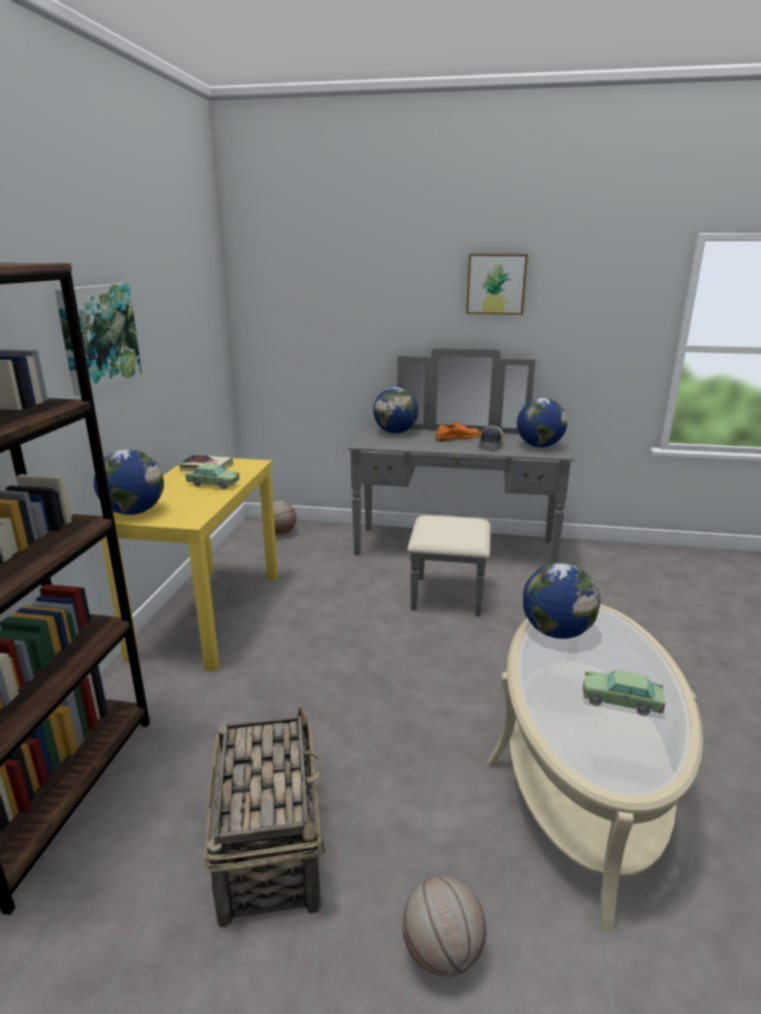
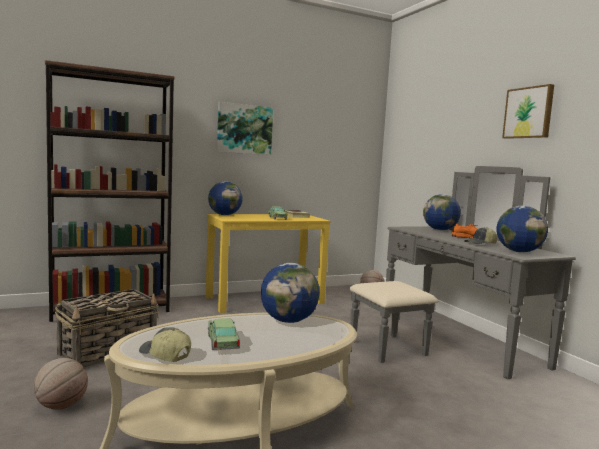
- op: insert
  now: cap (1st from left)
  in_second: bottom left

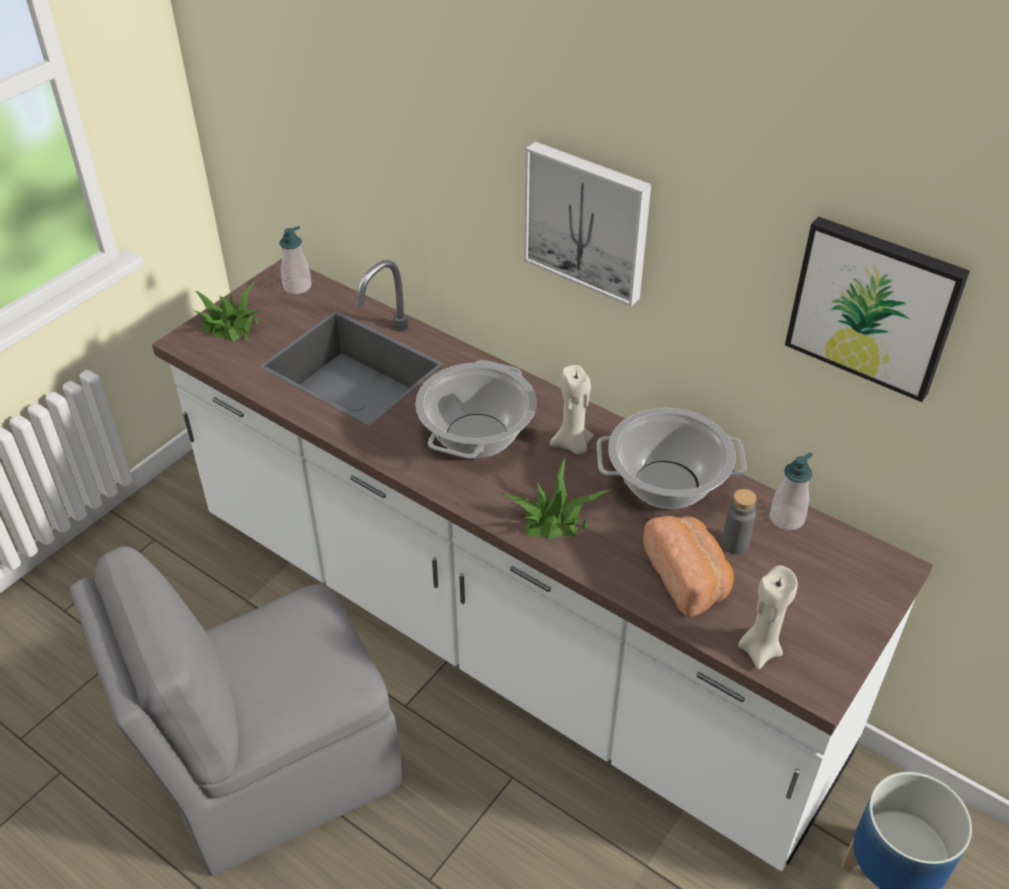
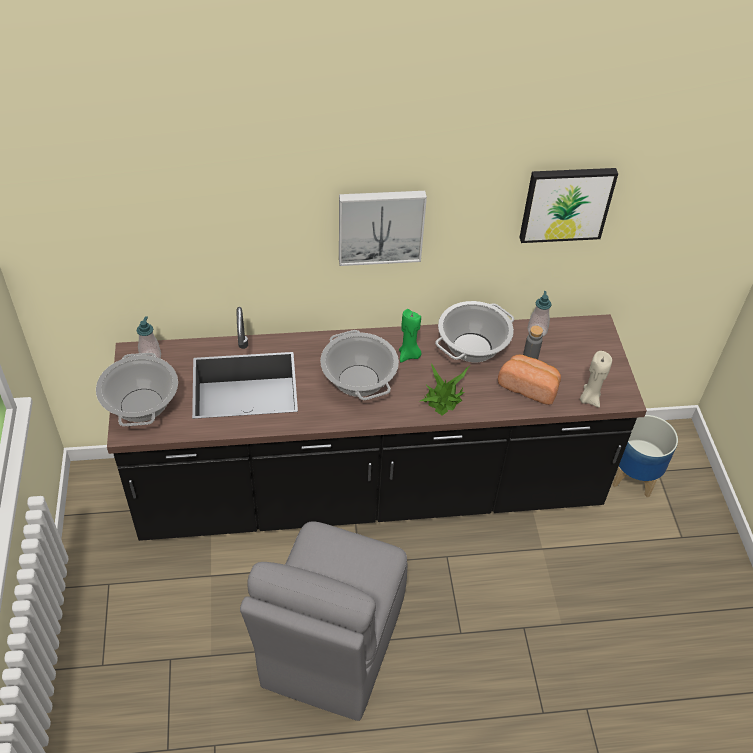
- op: replace
  was: potted plant (1st from left)
  now: cooking pot (1st from left)
  in_first: middle left
  in_second: middle left
- op: recolor
  was: counter in white
  now: counter in black
  in_first: centre
  in_second: centre
- op: recolor
  was: candle in beige (1st from left)
  now: candle in green
  in_first: centre
  in_second: centre

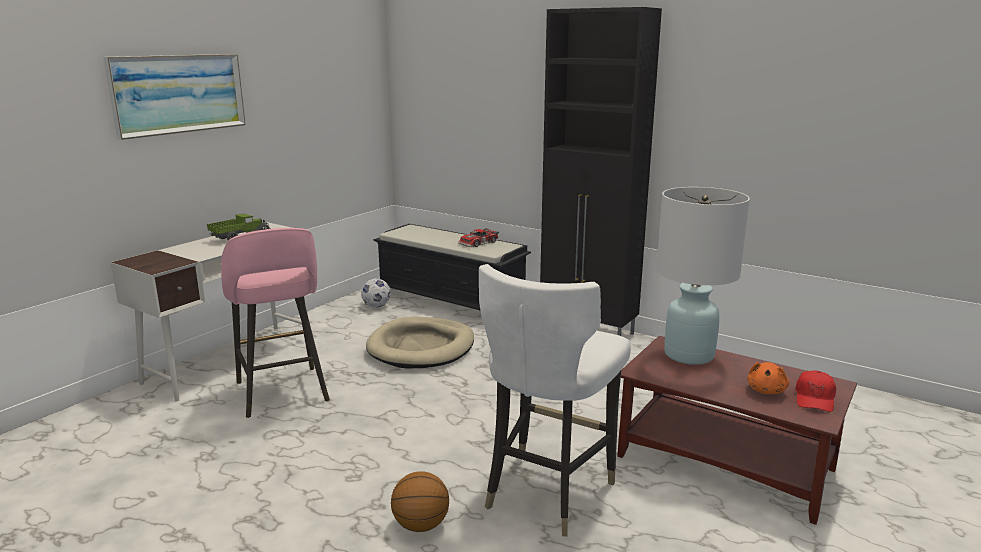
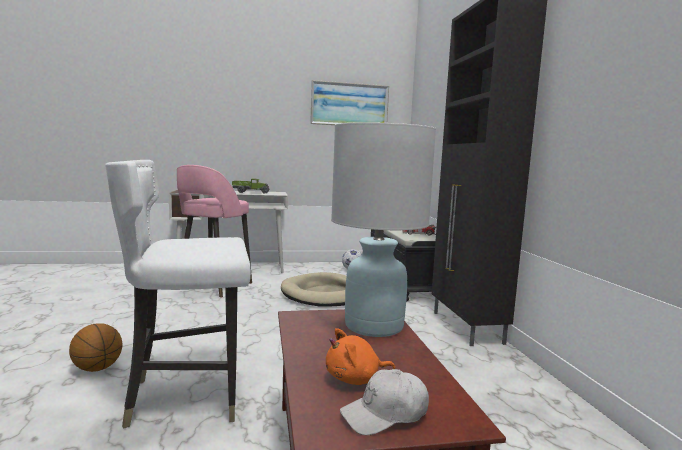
- op: move
  was: picture
  in_first: top left
  in_second: top centre
- op: recolor
  was: cap in red
  now: cap in white
  in_first: bottom right
  in_second: bottom centre

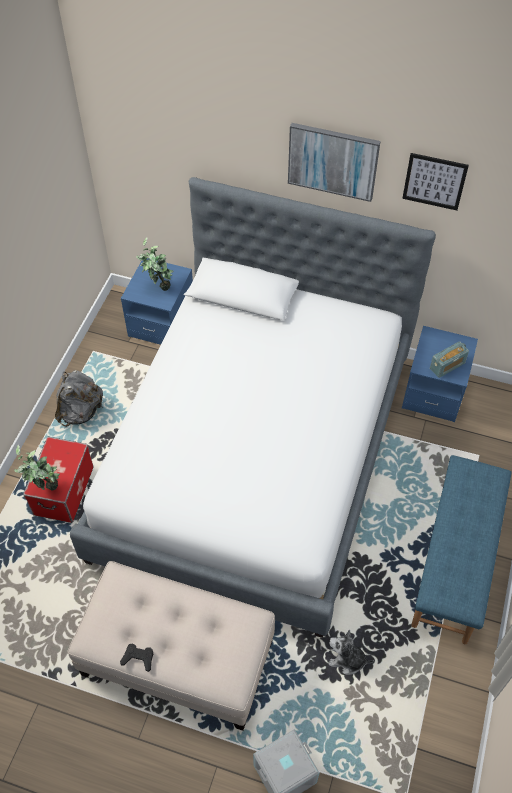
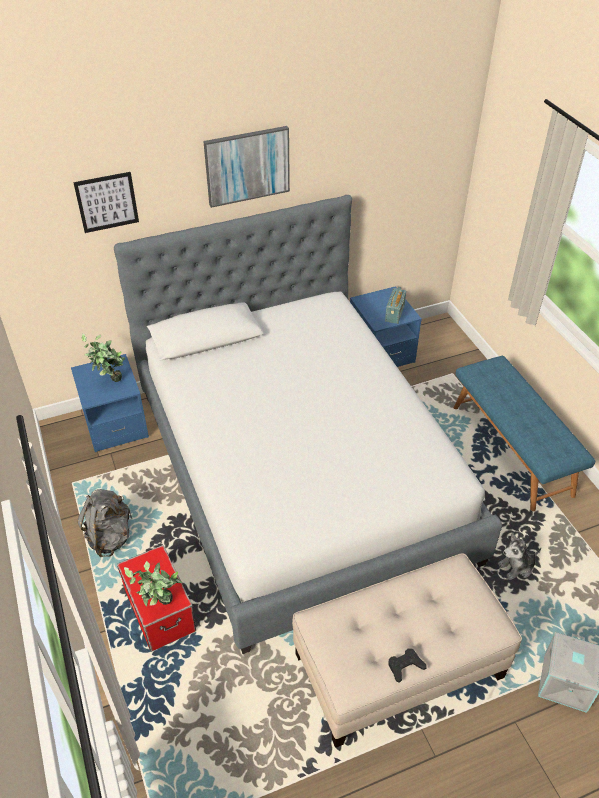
- op: move
  was: picture (2nd from left in the first image)
  now: picture (1st from left)
  in_first: top right
  in_second: top left

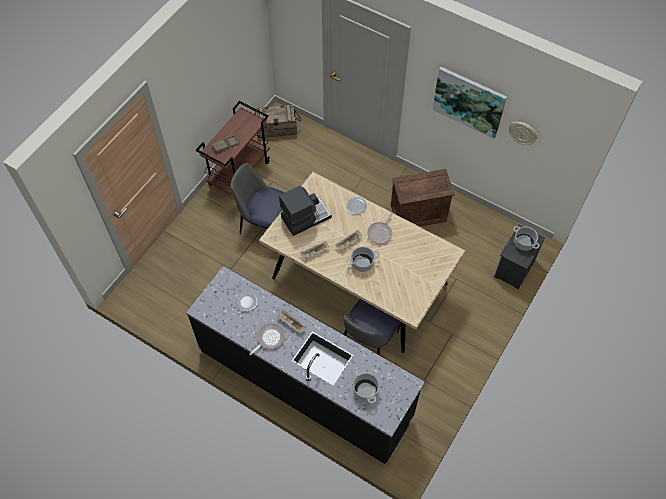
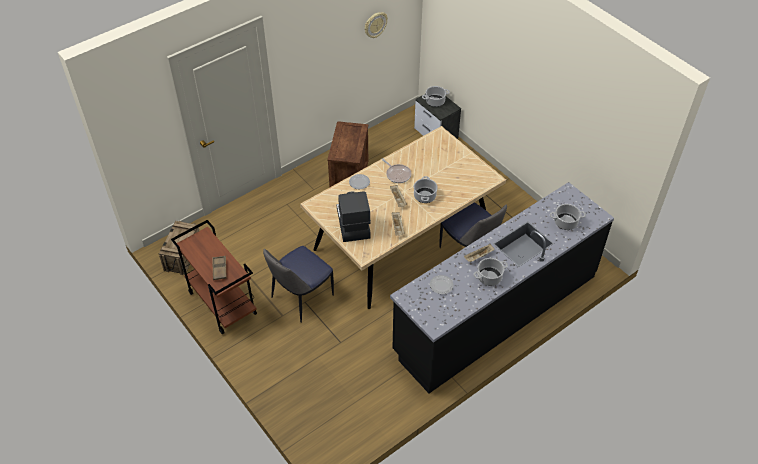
- op: delete
  was: picture
  in_first: top right
- op: replace
  was: frying pan (1st from left)
  now: cooking pot (3rd from left)
  in_first: bottom centre
  in_second: centre

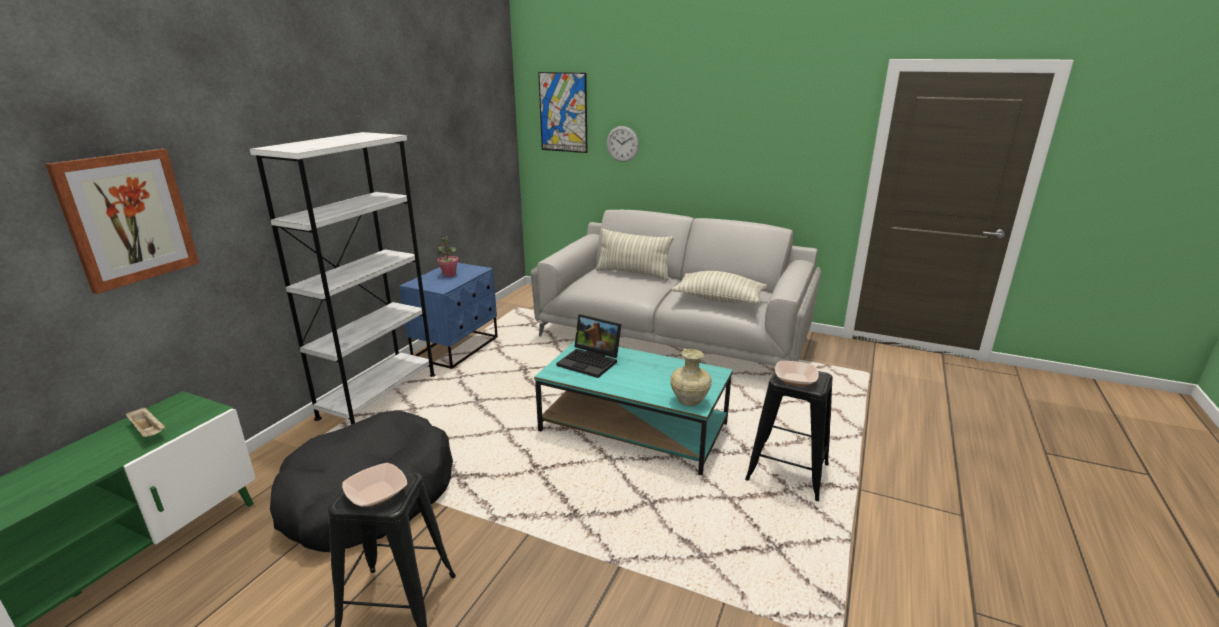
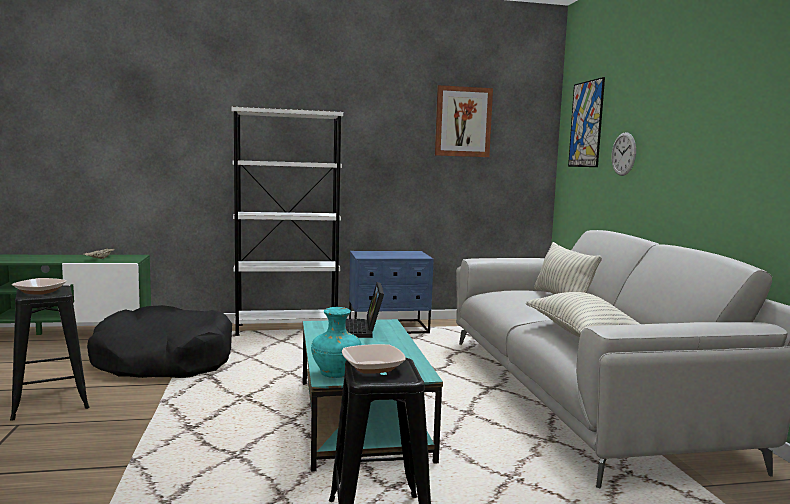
- op: delete
  was: potted plant
  in_first: centre
- op: move
  was: picture (1st from left)
  in_first: middle left
  in_second: top centre
- op: recolor
  was: vase in beige
  now: vase in turquoise
  in_first: centre
  in_second: bottom centre

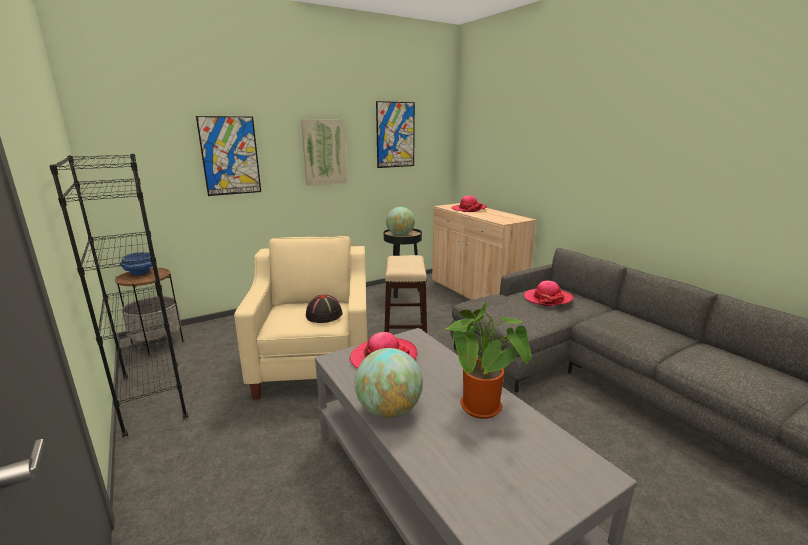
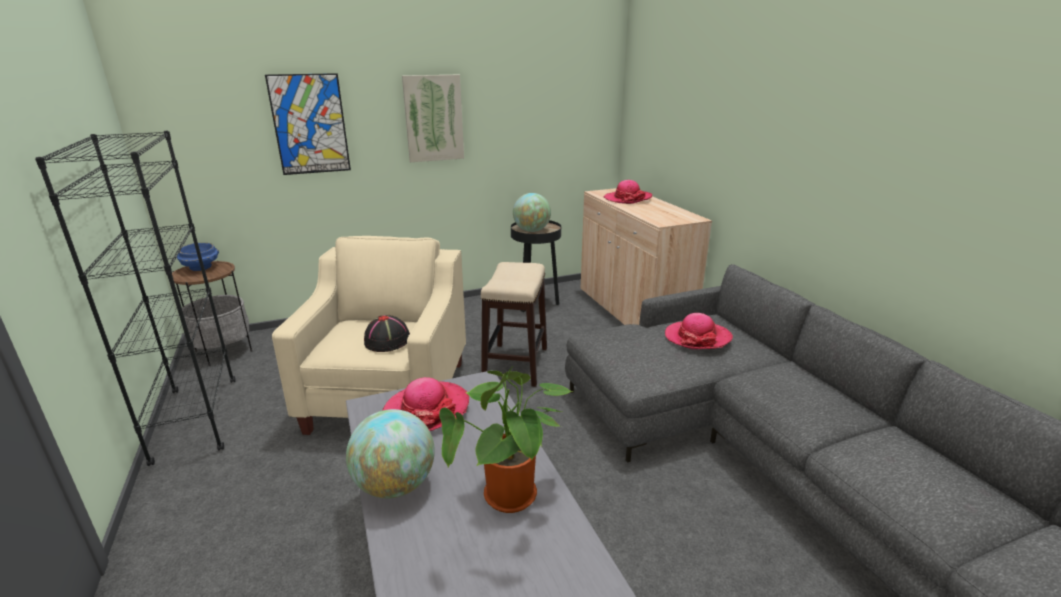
- op: delete
  was: picture (3rd from left)
  in_first: top centre

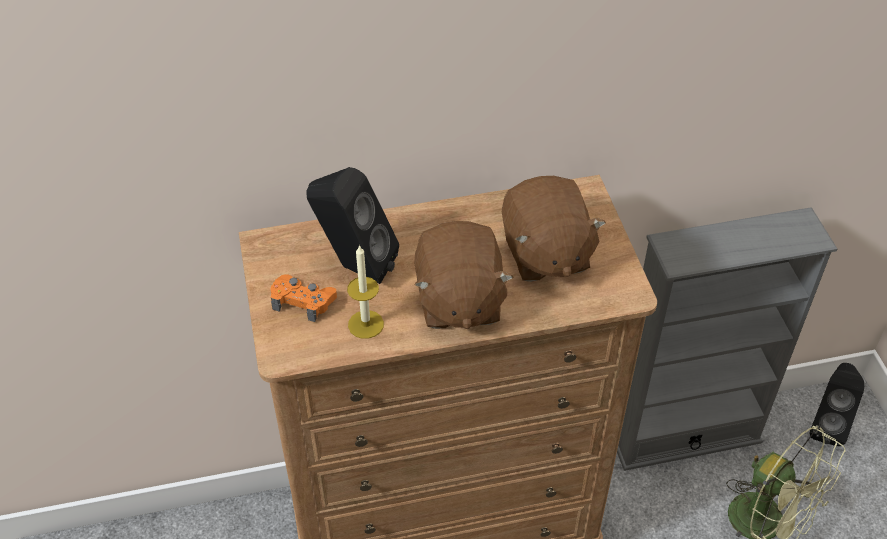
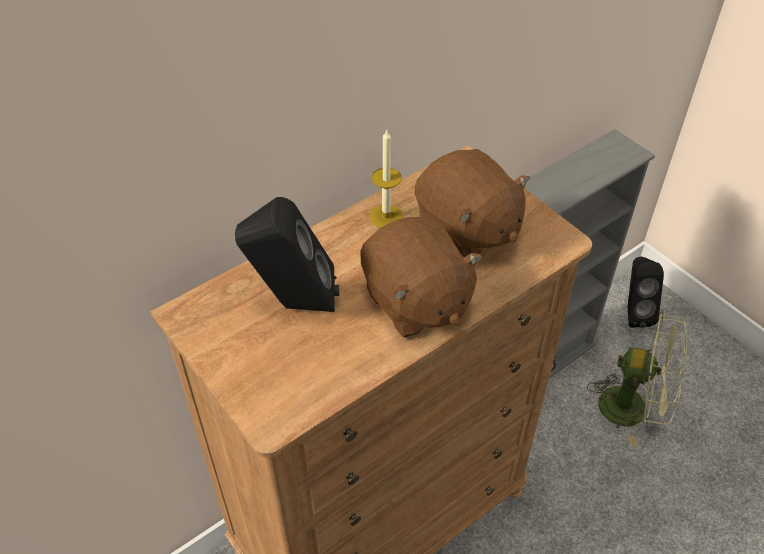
- op: delete
  was: game controller in orange
  in_first: centre
- op: move
  was: candle
  in_first: centre
  in_second: top centre

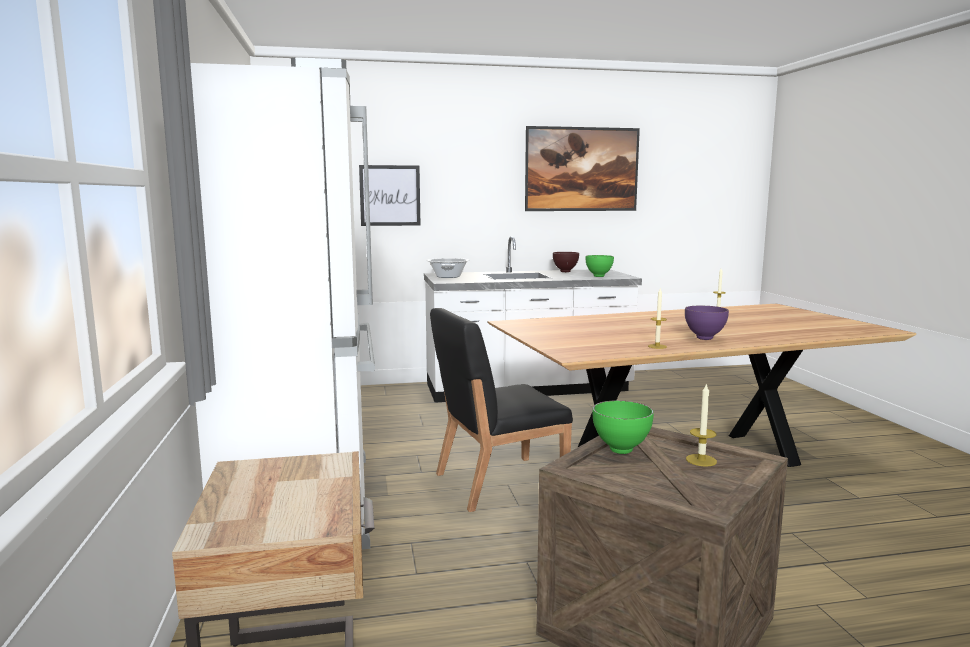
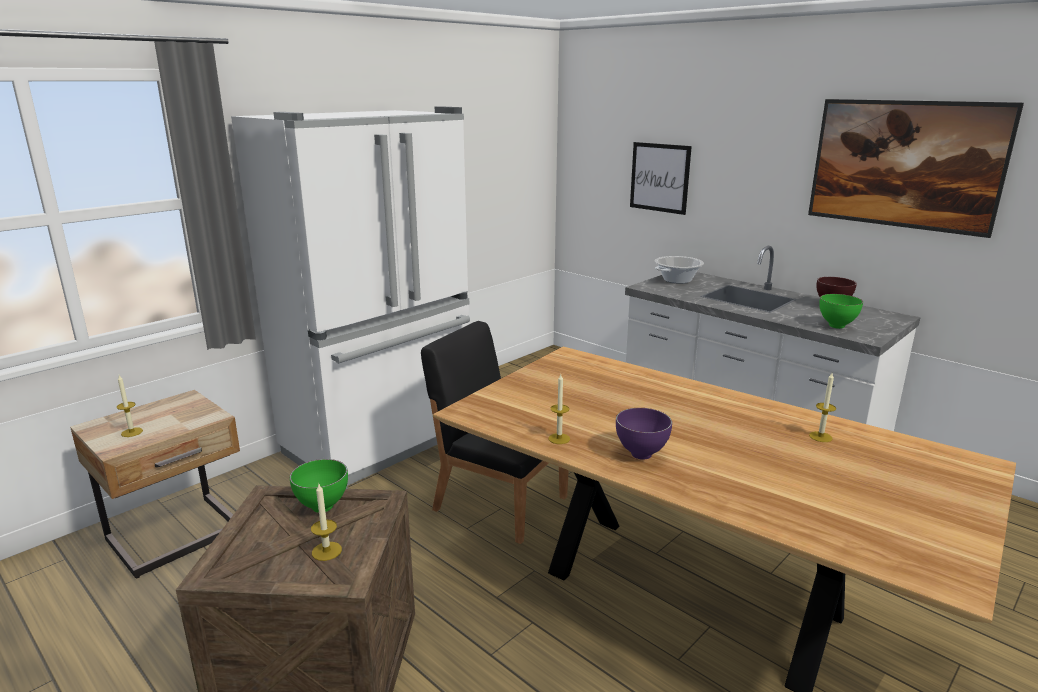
- op: insert
  now: candle (1st from left)
  in_second: middle left

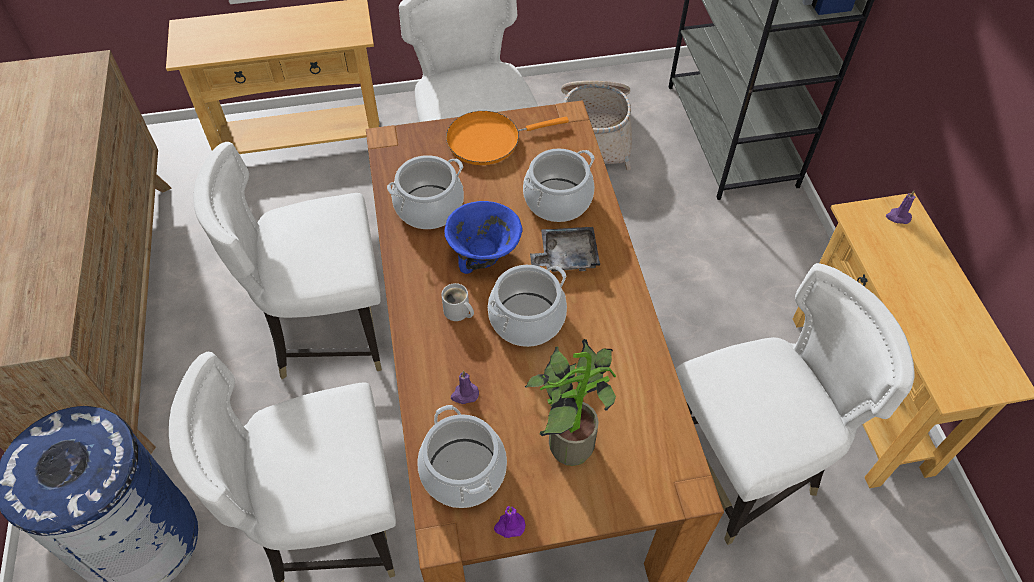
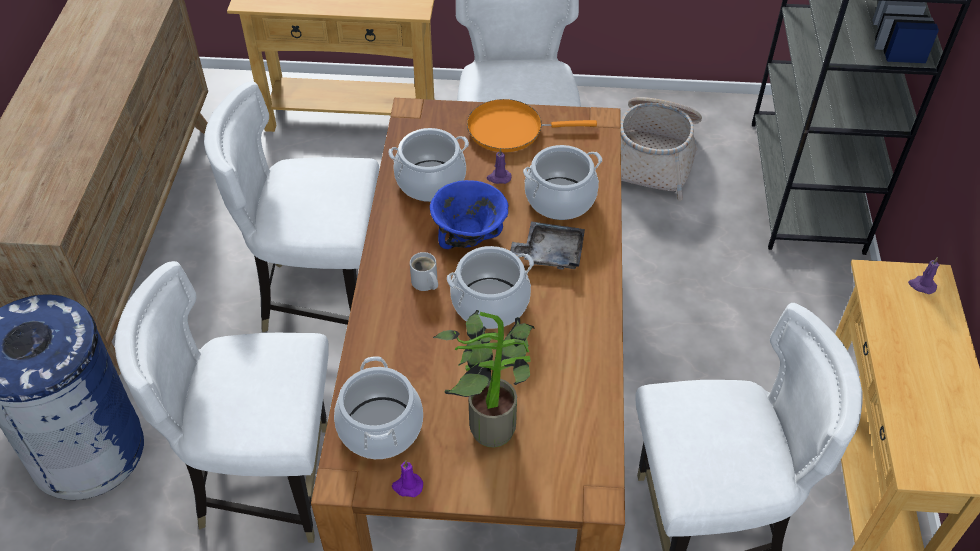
- op: move
  was: candle in purple (1st from left in the first image)
  now: candle in purple (2nd from left)
  in_first: centre
  in_second: top centre

